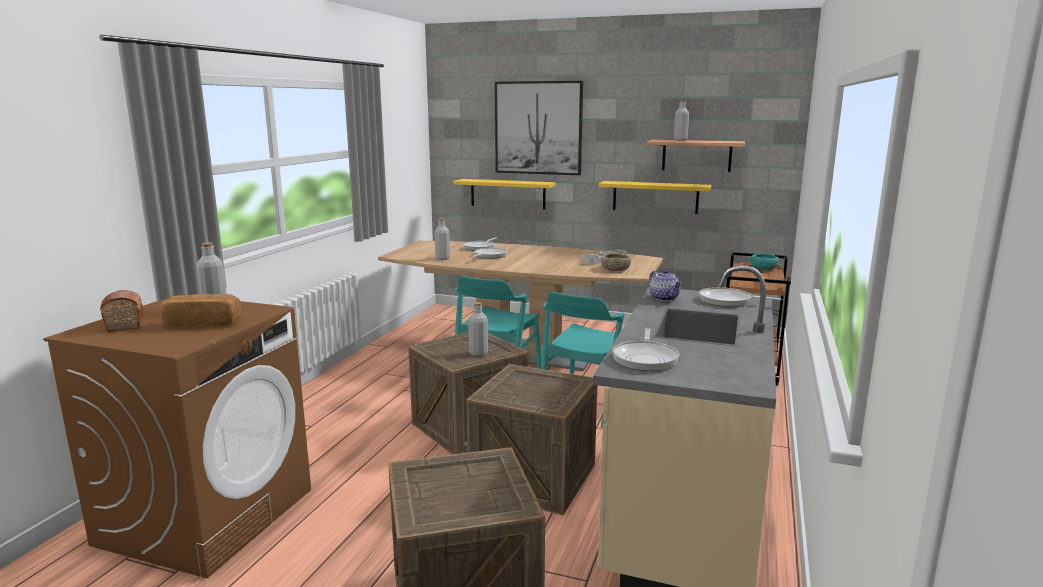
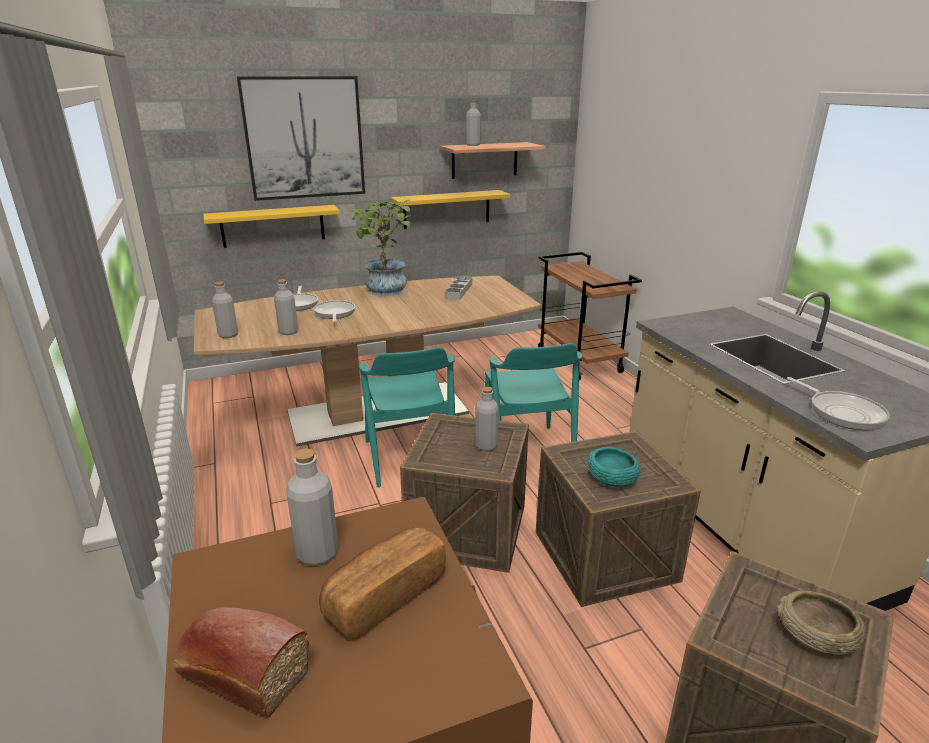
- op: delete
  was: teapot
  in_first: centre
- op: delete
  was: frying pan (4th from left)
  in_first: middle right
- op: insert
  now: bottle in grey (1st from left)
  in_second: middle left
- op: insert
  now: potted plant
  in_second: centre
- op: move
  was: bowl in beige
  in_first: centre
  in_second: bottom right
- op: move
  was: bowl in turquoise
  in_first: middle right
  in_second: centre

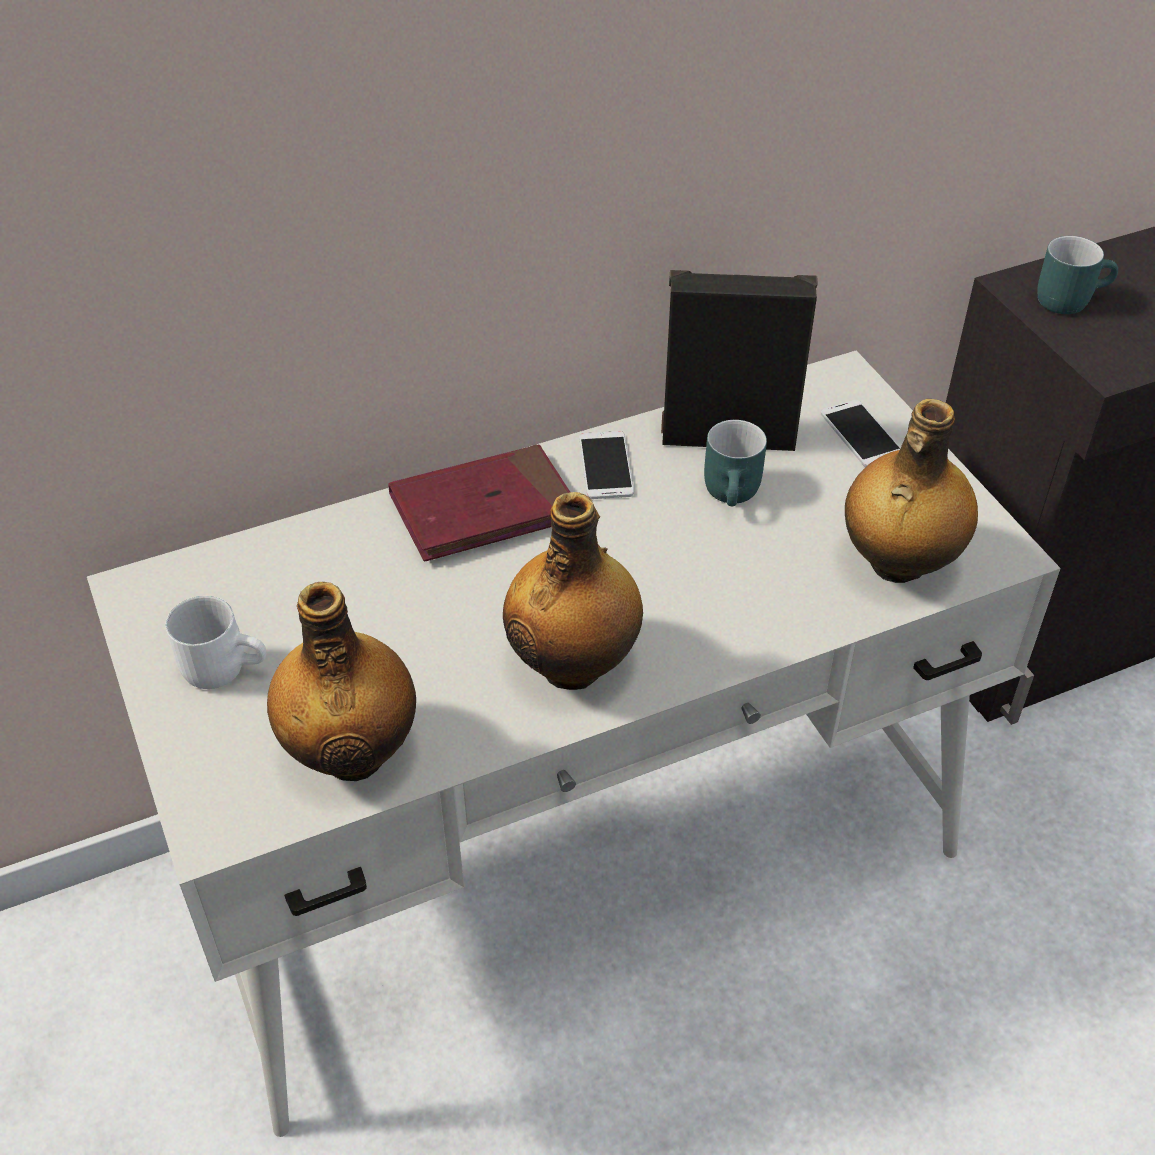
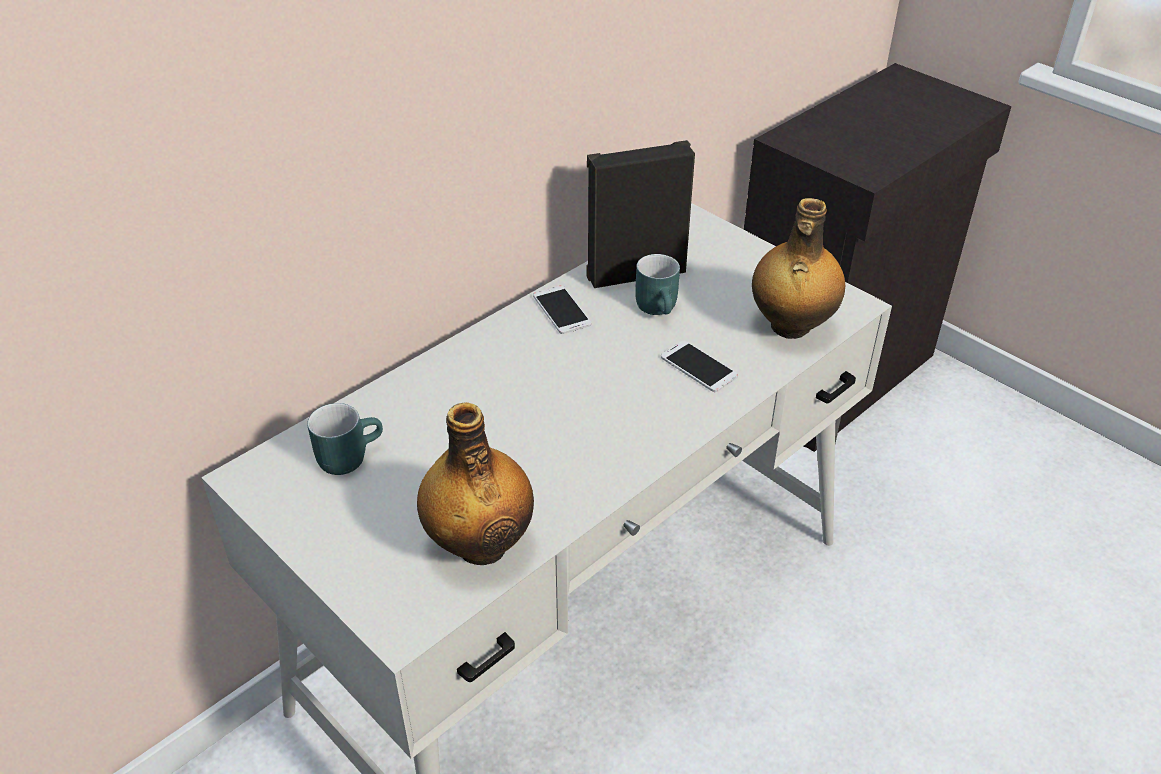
- op: delete
  was: mug in white
  in_first: middle left
- op: delete
  was: book in red
  in_first: centre
- op: delete
  was: bottle (2nd from left)
  in_first: centre
- op: move
  was: phone (2nd from left)
  in_first: middle right
  in_second: centre
- op: move
  was: mug in turquoise (2nd from left in the first image)
  now: mug in turquoise (1st from left)
  in_first: top right
  in_second: middle left

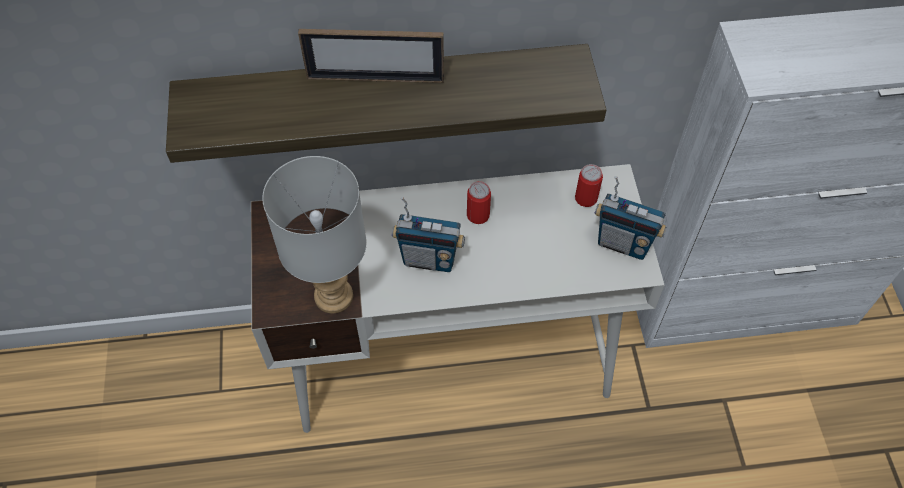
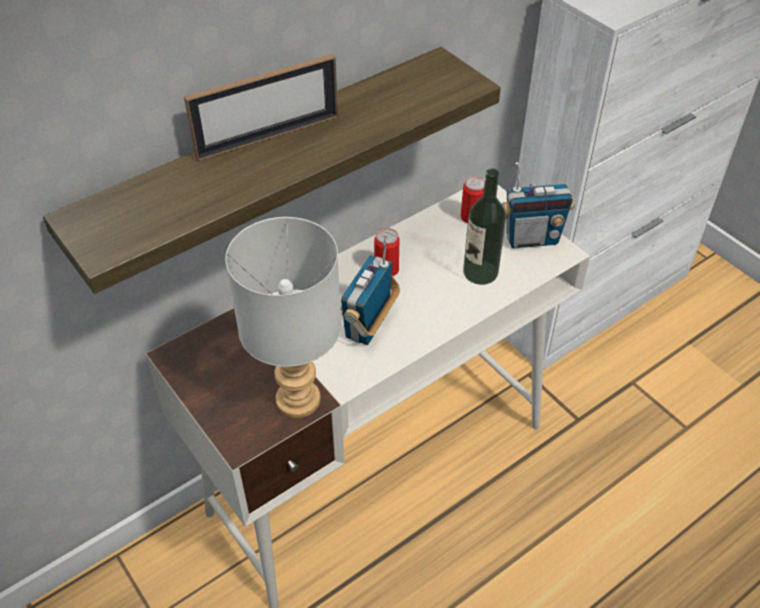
- op: insert
  now: bottle
  in_second: centre
- op: rotate
  was: radio (1st from left)
  in_first: centre
  in_second: centre
  clockwise: 135

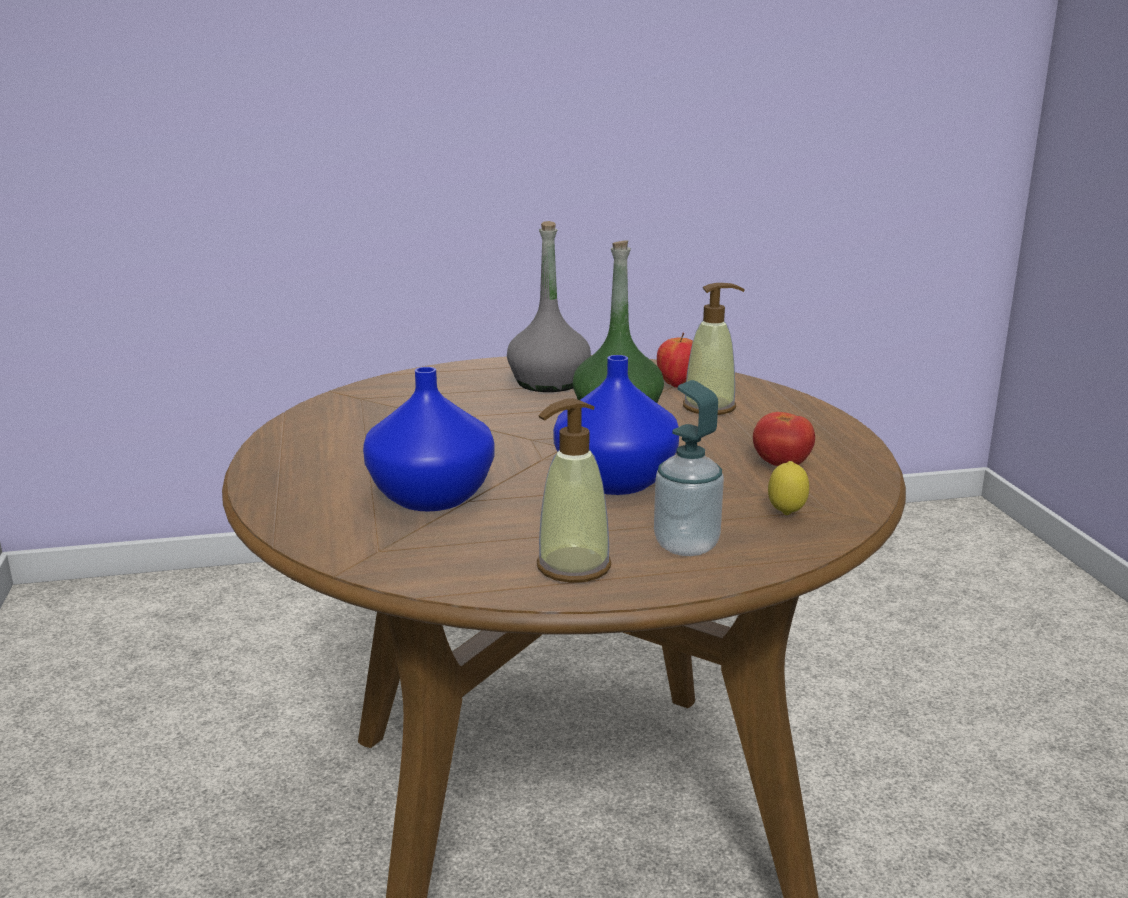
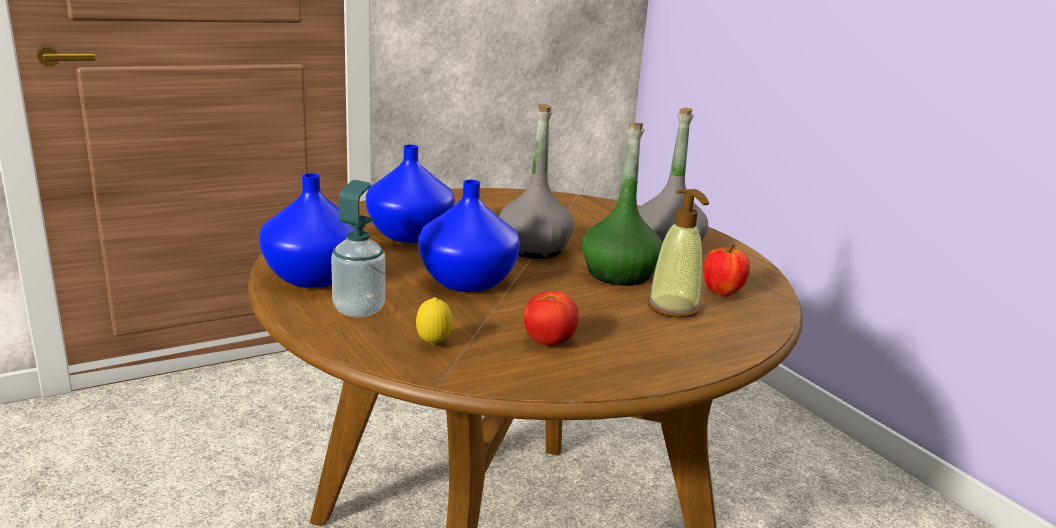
- op: insert
  now: bottle in grey (1st from left)
  in_second: centre
- op: replace
  was: soap dispenser (1st from left)
  now: vase in blue (1st from left)
  in_first: centre
  in_second: middle left

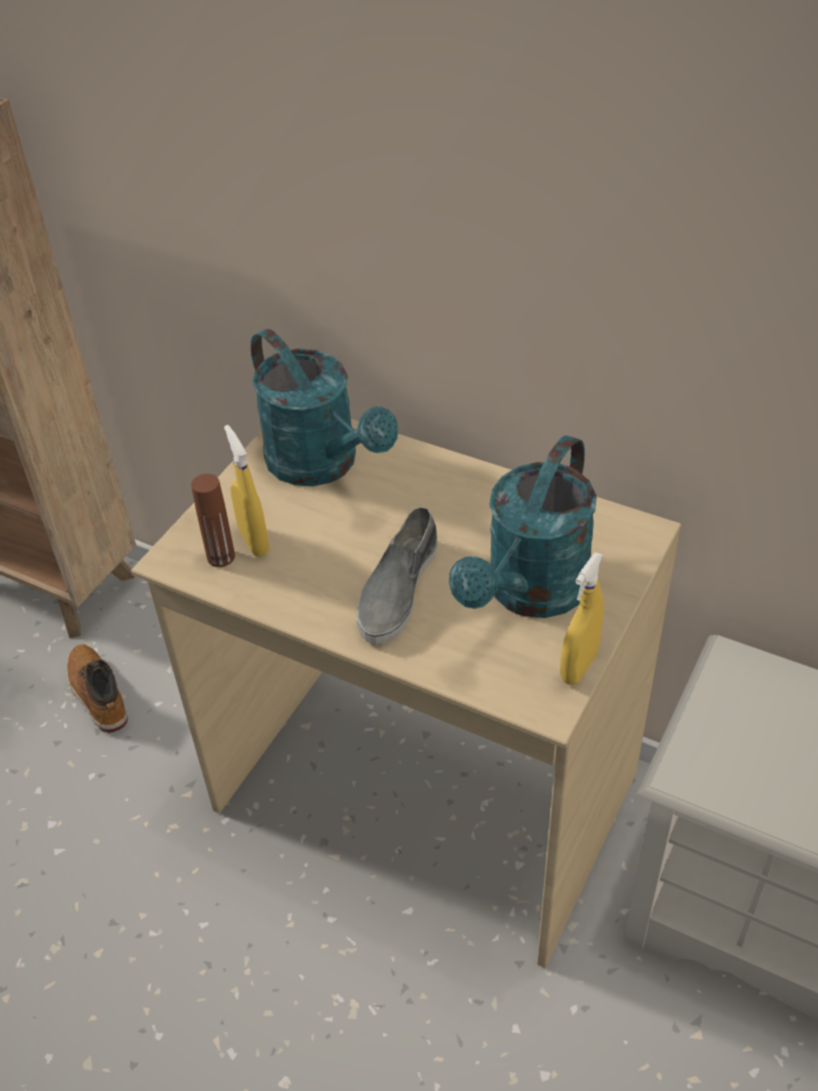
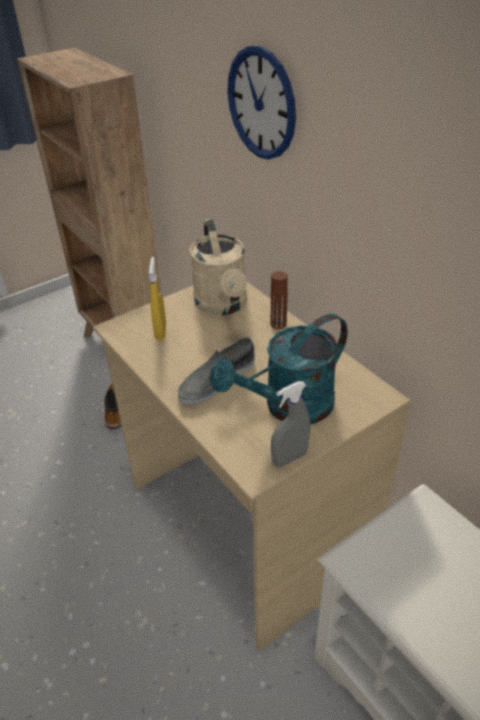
- op: insert
  now: wall clock
  in_second: top centre
- op: move
  was: bottle in brown
  in_first: middle left
  in_second: centre
- op: recolor
  was: watering can in turquoise (1st from left)
  now: watering can in beige
  in_first: centre
  in_second: centre
- op: recolor
  was: spray bottle in yellow (2nd from left)
  now: spray bottle in grey
  in_first: middle right
  in_second: centre

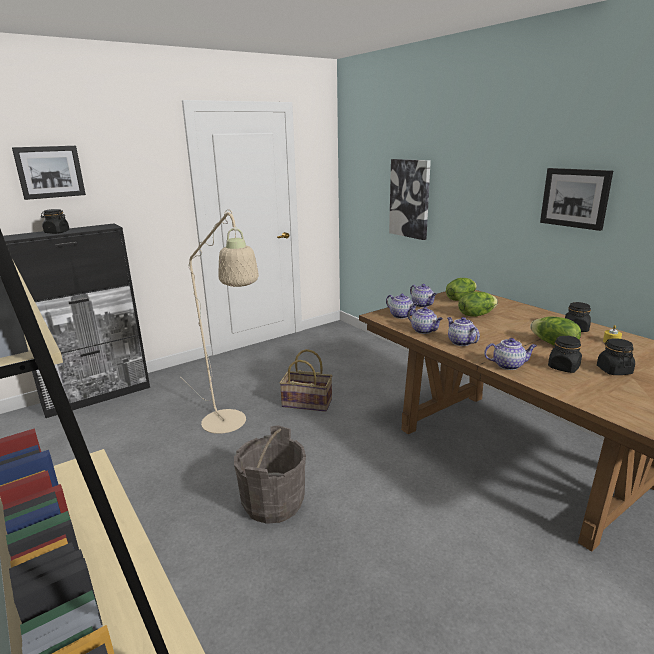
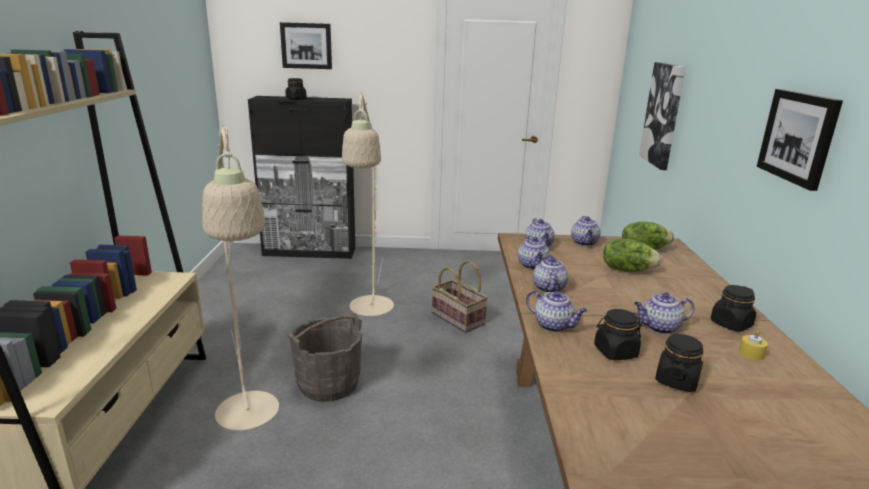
- op: insert
  now: floor lamp in beige (1st from left)
  in_second: middle left
- op: replace
  was: lettuce (3rd from left)
  now: teapot (6th from left)
  in_first: middle right
  in_second: middle right

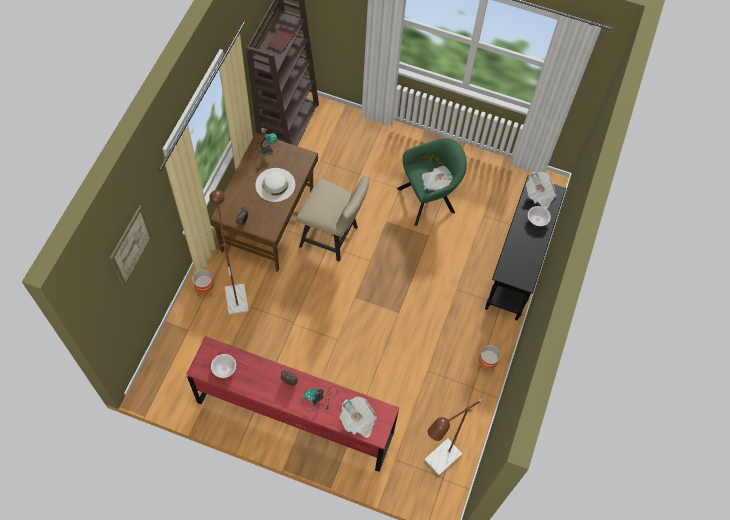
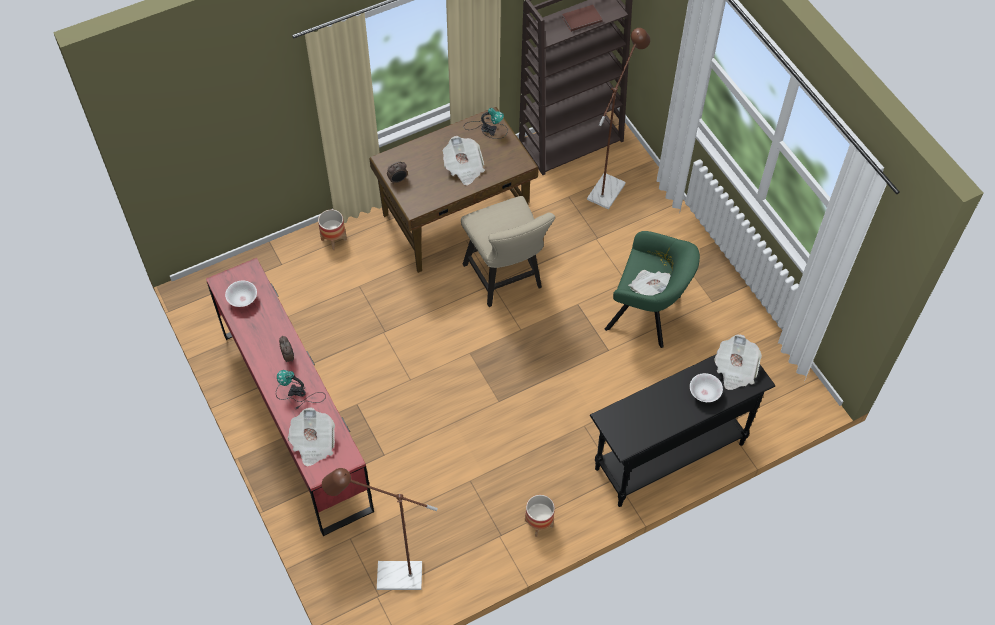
- op: delete
  was: picture
  in_first: middle left
- op: move
  was: floor lamp in brown (1st from left in the first image)
  now: floor lamp in brown (2nd from left)
  in_first: middle left
  in_second: top centre
- op: replace
  was: hat in white
  now: newspaper (2nd from left)
  in_first: centre
  in_second: top centre

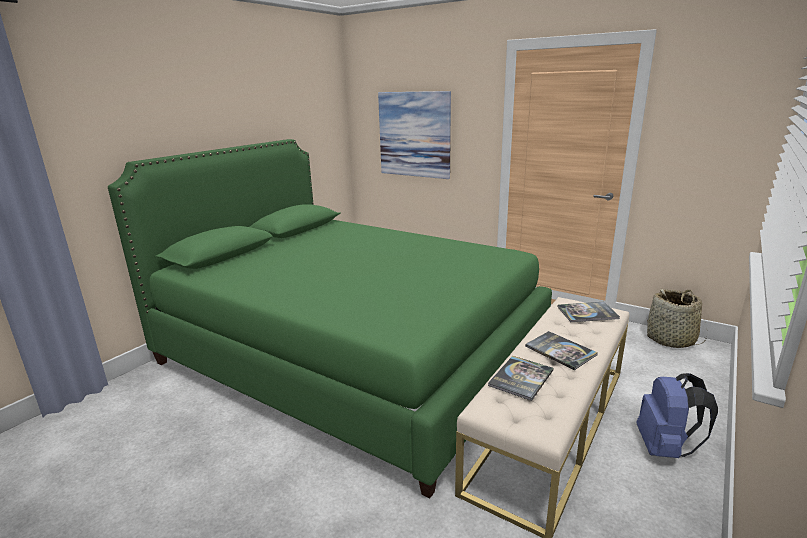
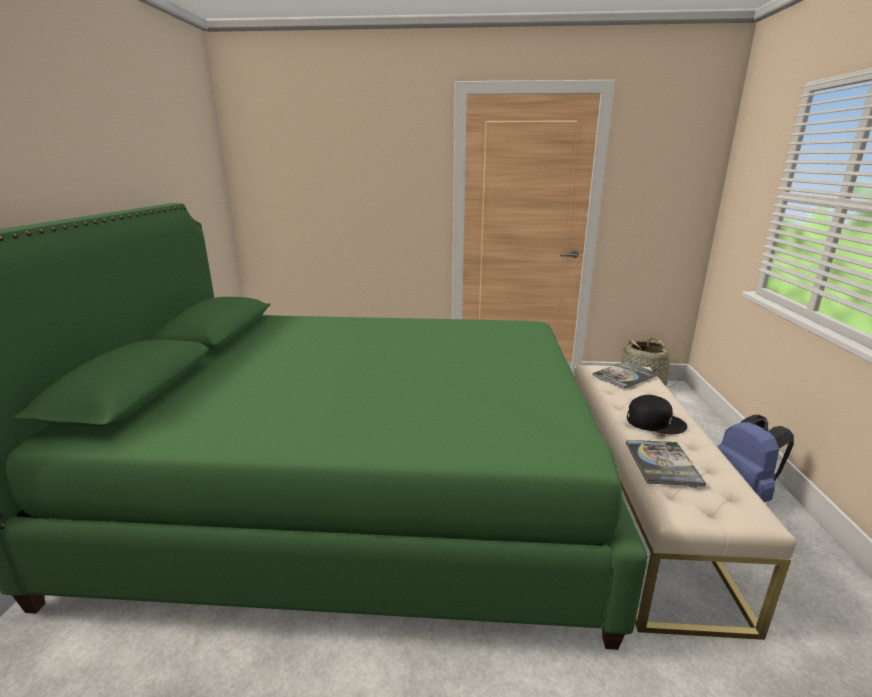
- op: delete
  was: picture
  in_first: top centre
- op: replace
  was: book (2nd from left)
  now: cap in black
  in_first: middle right
  in_second: middle right

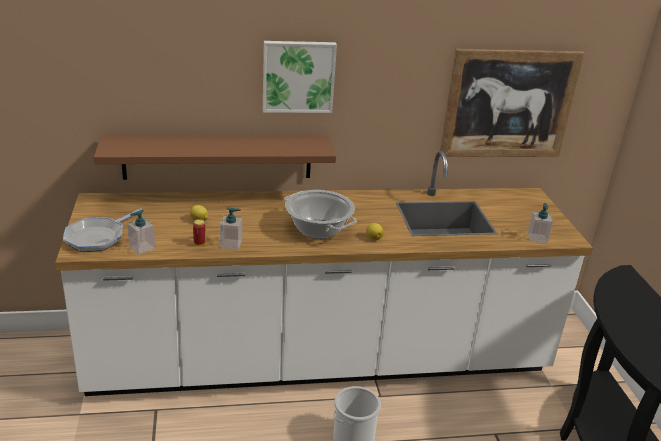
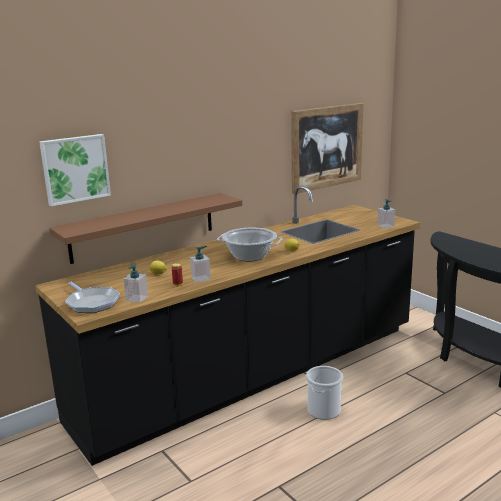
- op: move
  was: picture (1st from left)
  in_first: top centre
  in_second: middle left
- op: recolor
  was: counter in white
  now: counter in black
  in_first: centre
  in_second: centre
- op: rotate
  was: frying pan
  in_first: middle left
  in_second: middle left
  clockwise: -45

